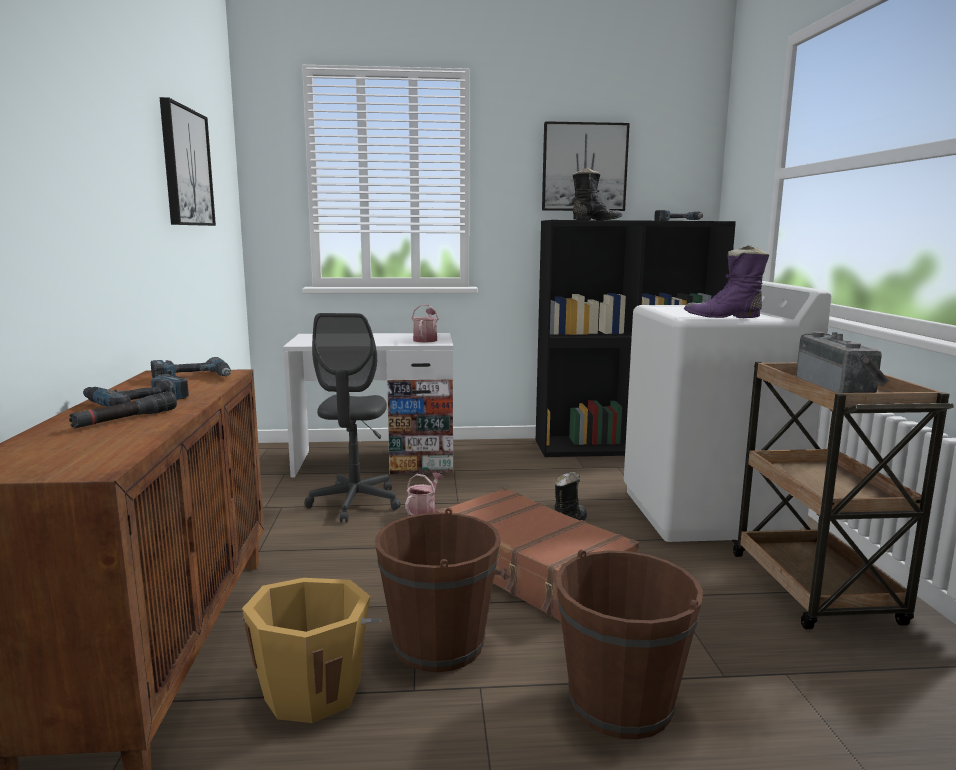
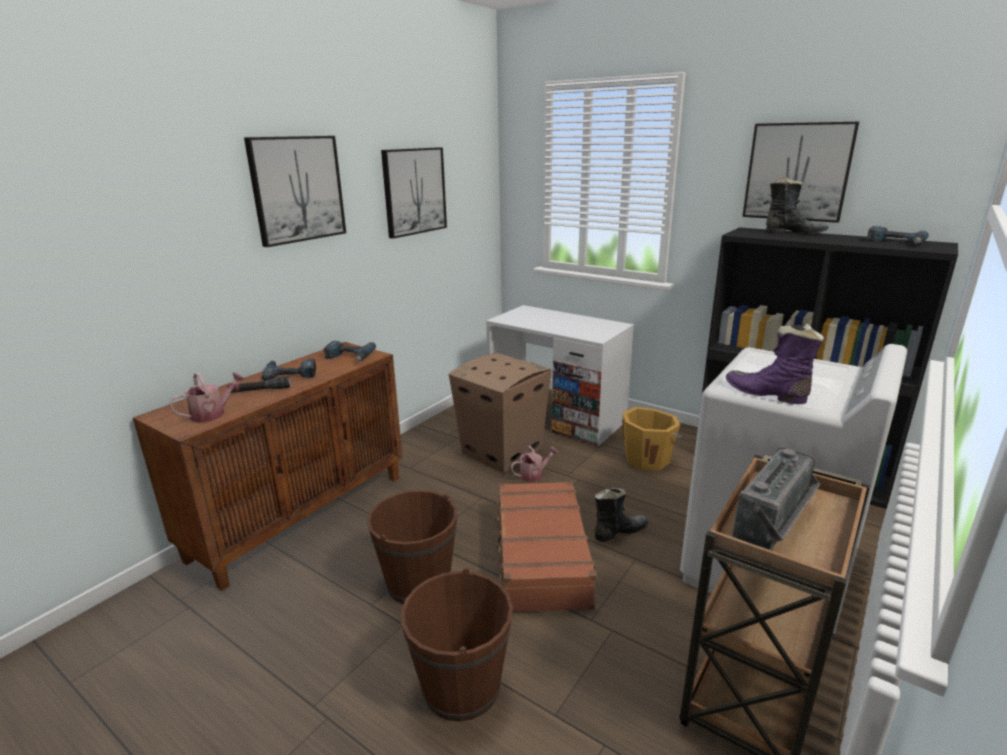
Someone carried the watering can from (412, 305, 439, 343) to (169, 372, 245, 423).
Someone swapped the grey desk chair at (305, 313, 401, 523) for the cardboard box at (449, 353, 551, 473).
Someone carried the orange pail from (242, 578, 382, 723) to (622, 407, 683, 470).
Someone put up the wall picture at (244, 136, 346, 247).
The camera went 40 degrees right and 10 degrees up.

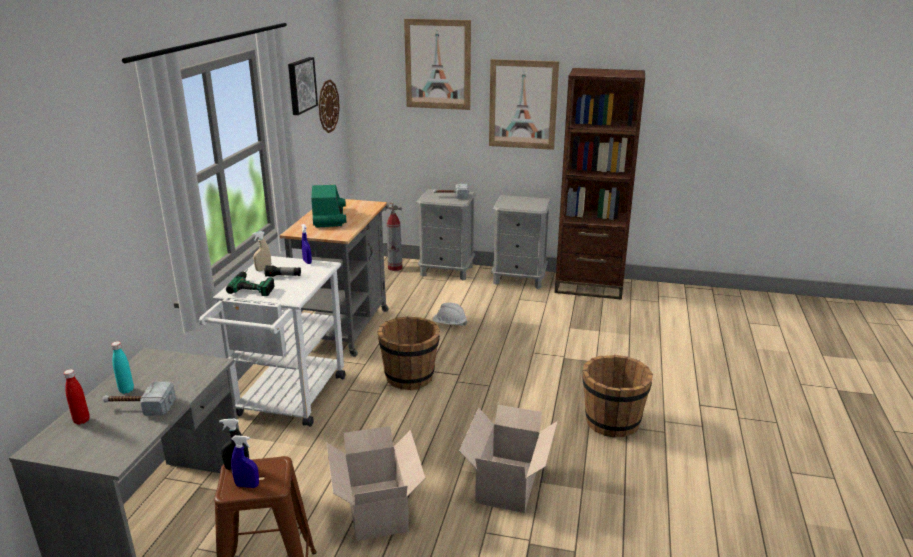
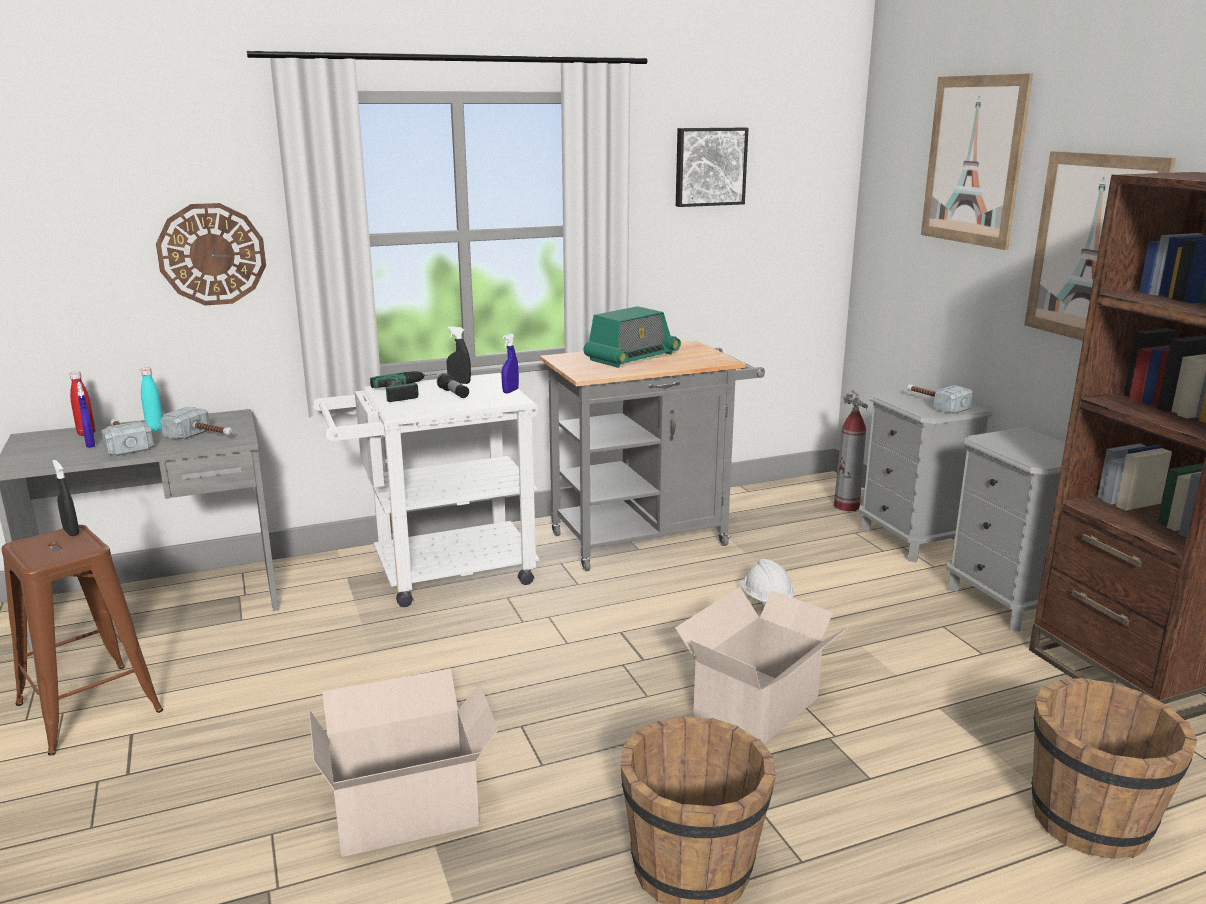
Someone carried the wall clock from (319, 79, 340, 133) to (156, 203, 266, 306).
Someone repainted the beige-coloured hand sprayer at (252, 231, 271, 271), which became the black hand sprayer at (447, 326, 471, 384).
Someone carried the brownish pail from (377, 317, 440, 390) to (1031, 678, 1197, 859).
Someone carried the cardboard box from (326, 426, 426, 541) to (675, 587, 849, 744).
Someone carried the bluish hand sprayer from (231, 435, 259, 488) to (77, 382, 95, 448).
Someone put down the hand hammer at (161, 406, 232, 440).
The camera went 55 degrees right and 5 degrees down.

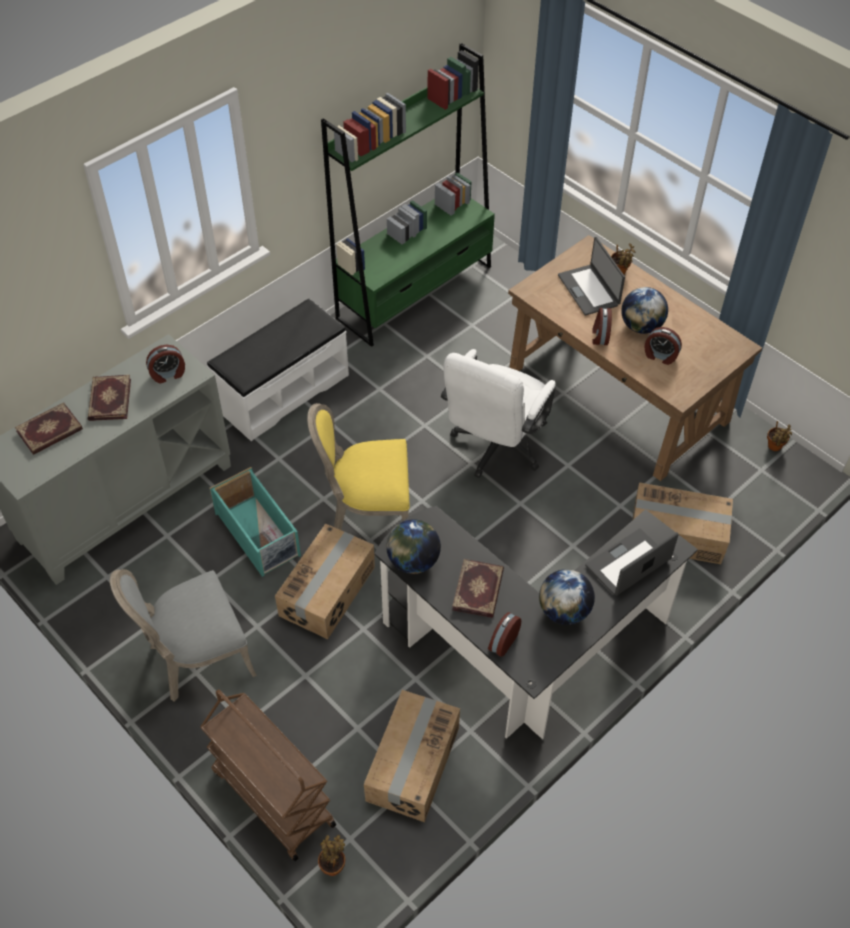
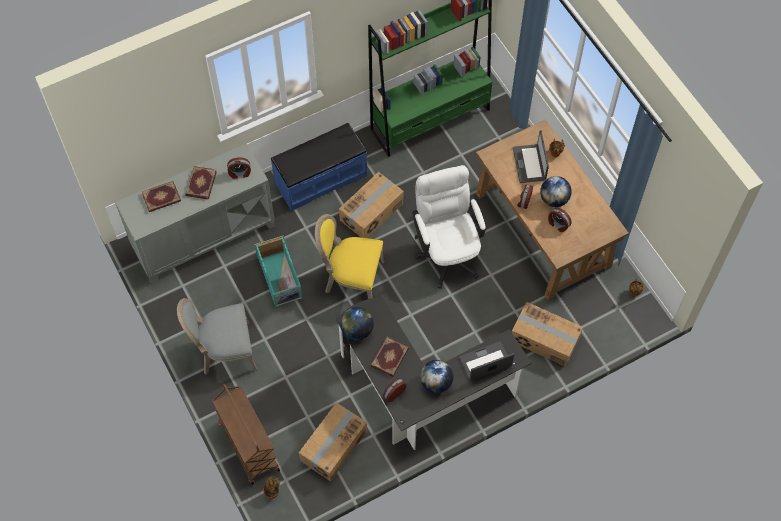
Someone repainted the whitish long seat at (207, 299, 349, 441), which became the bluish long seat at (271, 123, 367, 211).
Someone rotated the whitish desk chair at (441, 349, 556, 478) by 120 degrees clockwise.
Someone carried the cardboard box from (275, 524, 375, 639) to (339, 172, 404, 238).
The camera went 15 degrees right and 10 degrees up.

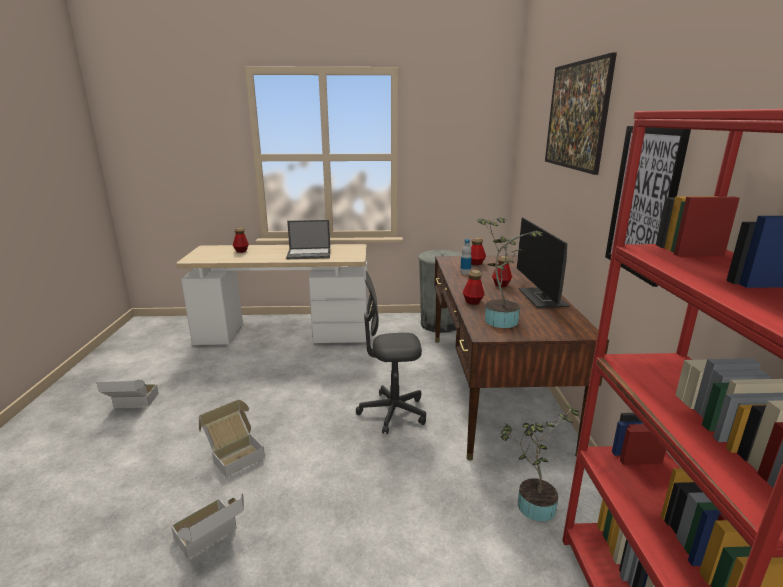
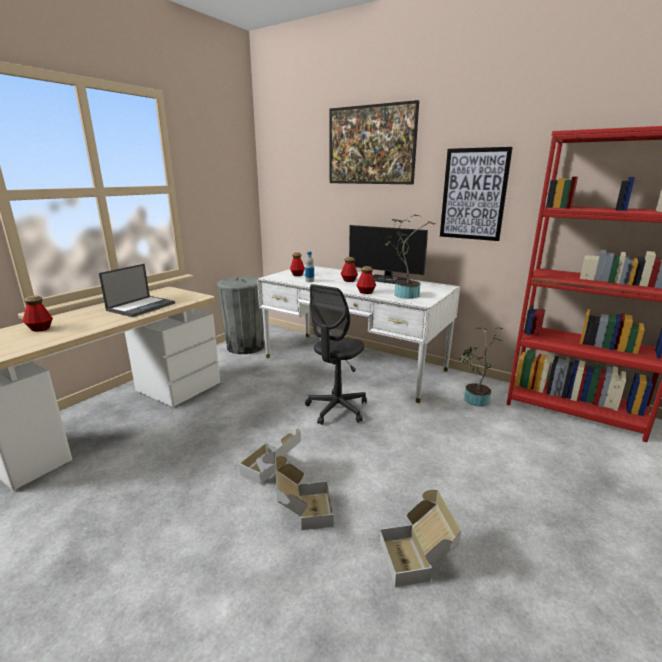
Someone repainted the brownish desk at (434, 255, 609, 460), which became the whitish desk at (257, 265, 460, 403).
Someone carried the cardboard box from (96, 380, 159, 407) to (239, 429, 301, 485).
The camera went 55 degrees left and 0 degrees up.

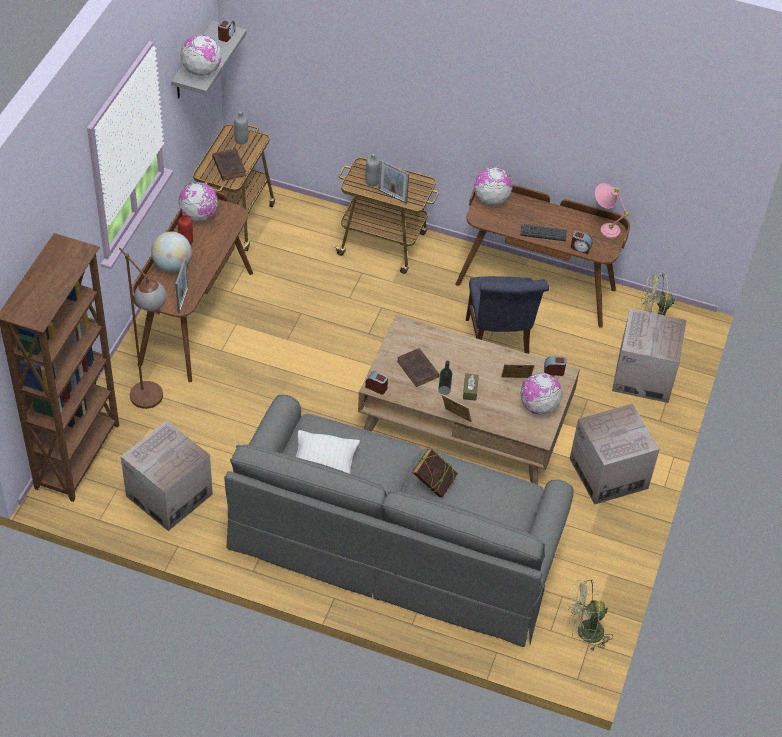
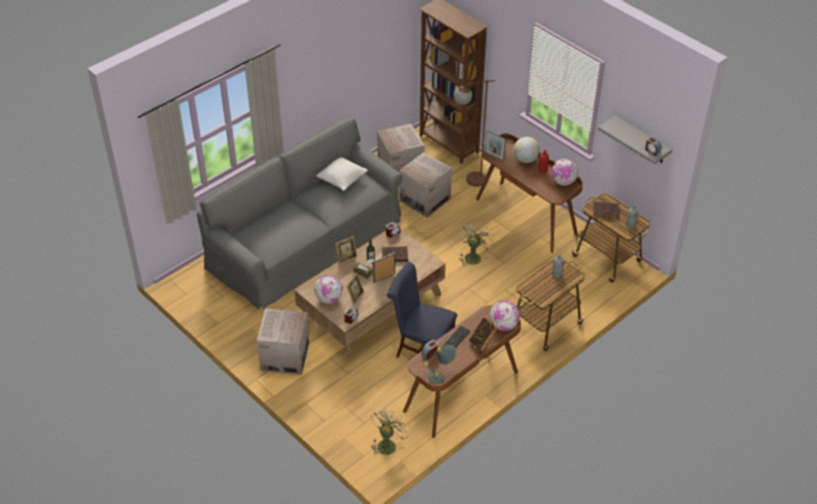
Someone took away the world globe at (181, 35, 221, 76).
Someone carried the photo frame from (378, 160, 409, 204) to (373, 252, 395, 283).
Someone repainted the pinkish table lamp at (595, 183, 629, 238), which became the grey table lamp at (424, 345, 456, 385).
Someone carried the cardboard box from (612, 308, 687, 403) to (399, 152, 452, 218).
Someone carried the volume from (412, 449, 458, 497) to (469, 317, 498, 352).
Someone carried the green-coloured fan from (568, 580, 613, 651) to (458, 222, 494, 266).
The camera went 120 degrees right and 5 degrees down.

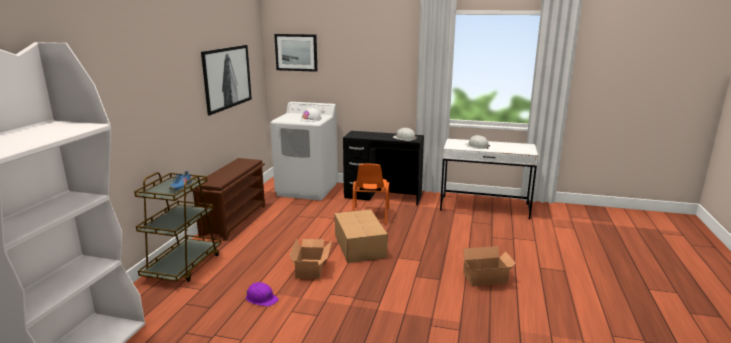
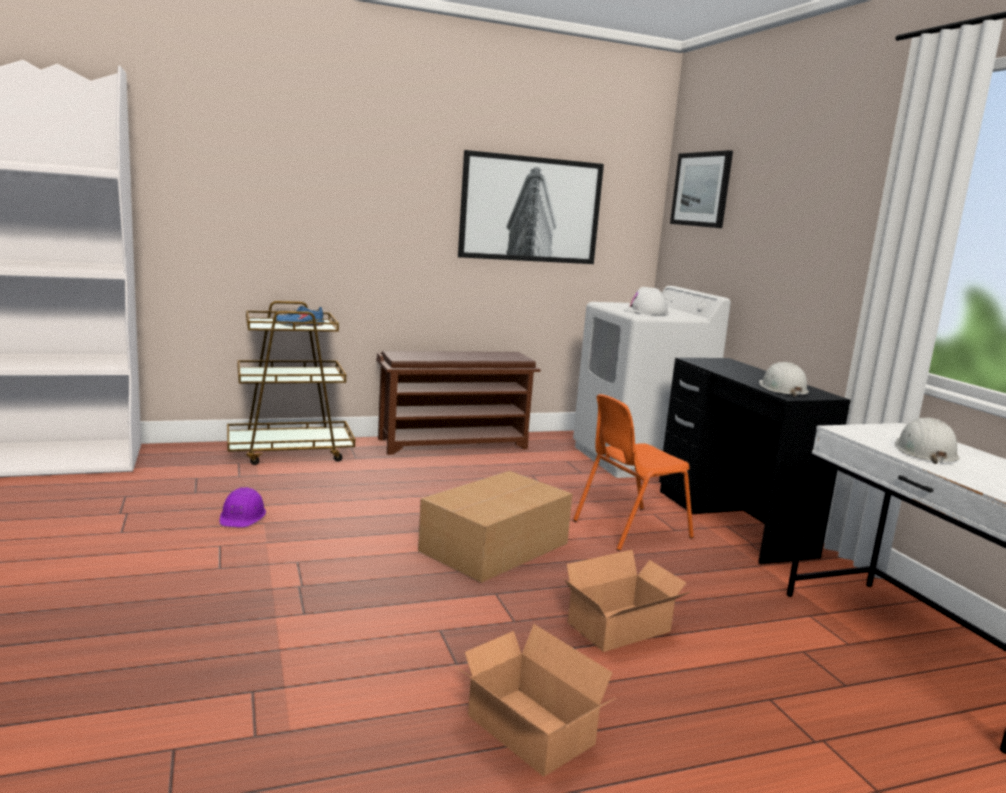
Someone carried the cardboard box from (289, 239, 332, 279) to (564, 550, 692, 652).
The camera went 55 degrees right and 5 degrees down.

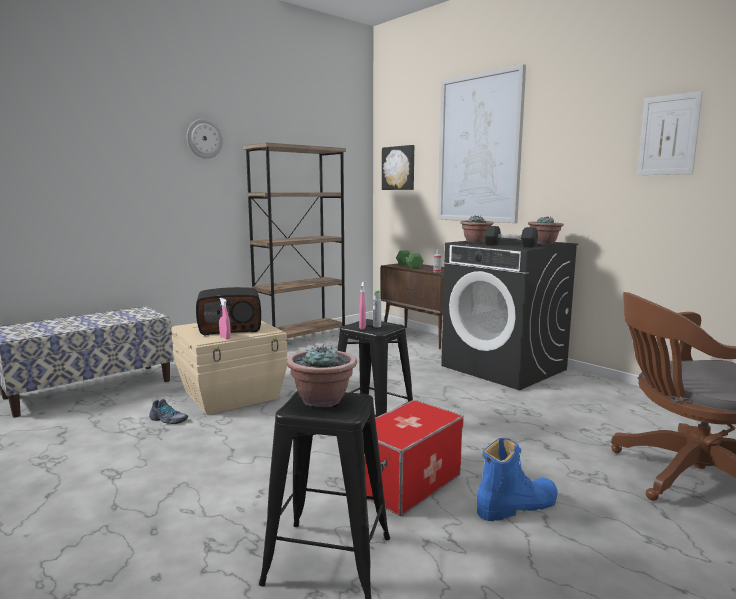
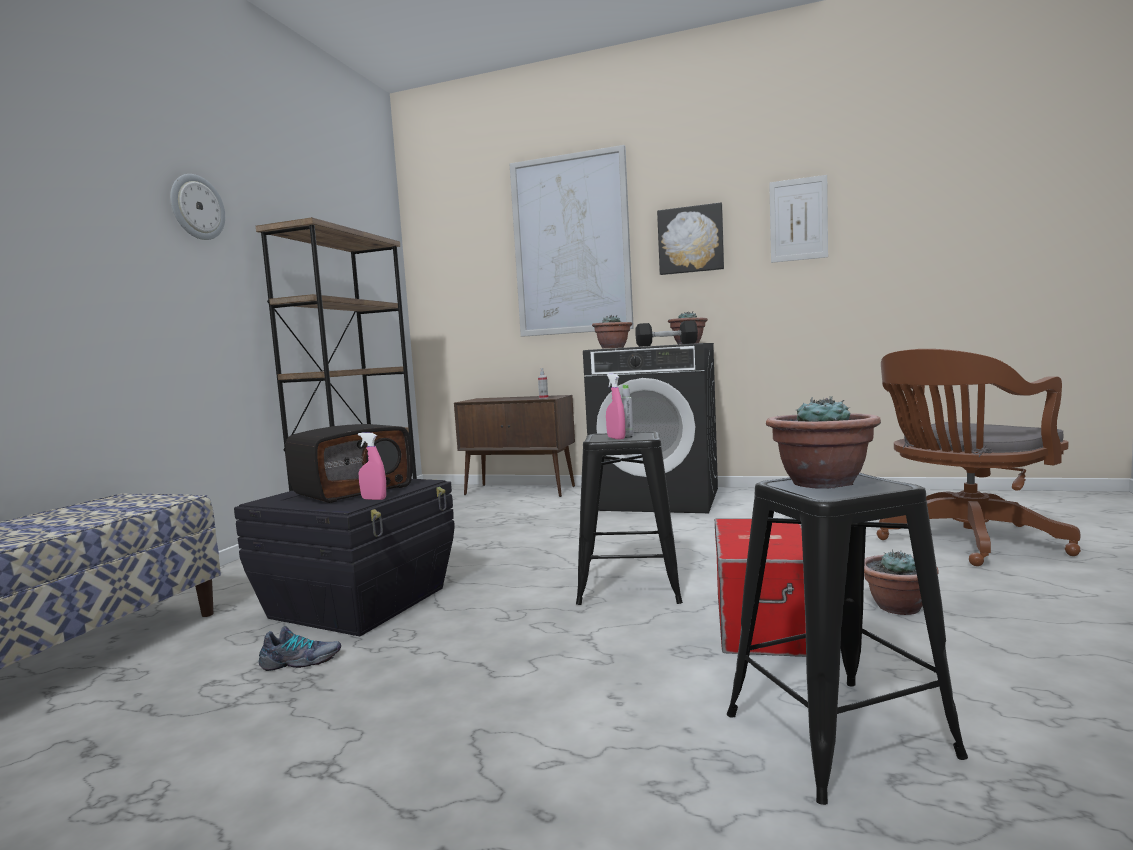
Someone carried the wall picture from (382, 145, 414, 190) to (657, 202, 724, 275).
Someone took away the green-coloured dumbbell at (396, 250, 424, 269).
Someone repainted the beige-coloured storage box at (171, 321, 287, 415), which became the black storage box at (234, 479, 455, 636).
Someone swapped the bluish tall boot at (477, 438, 558, 521) for the plant in a pot at (864, 549, 939, 615).
The camera went 30 degrees left and 5 degrees down.

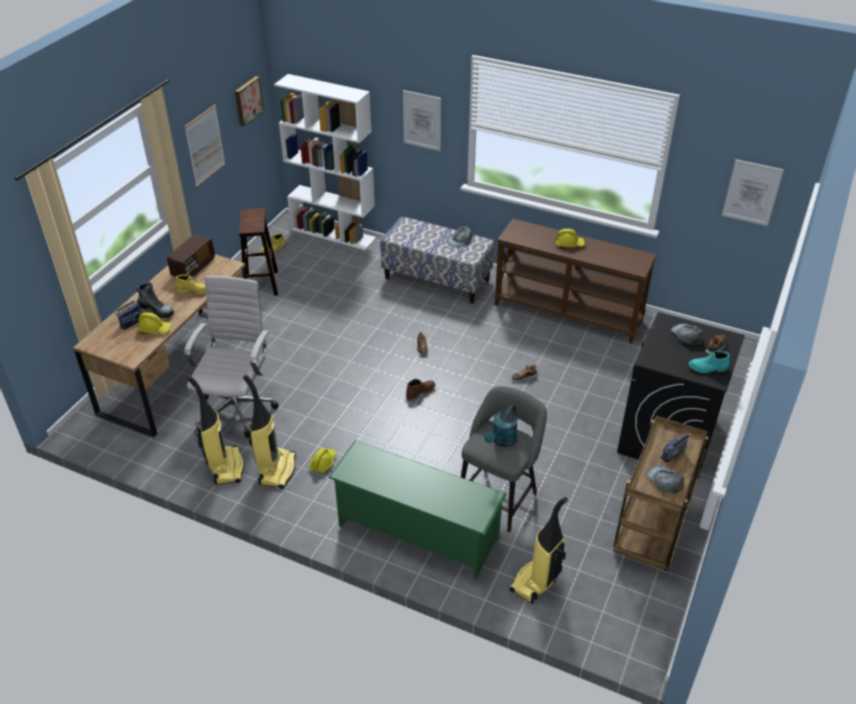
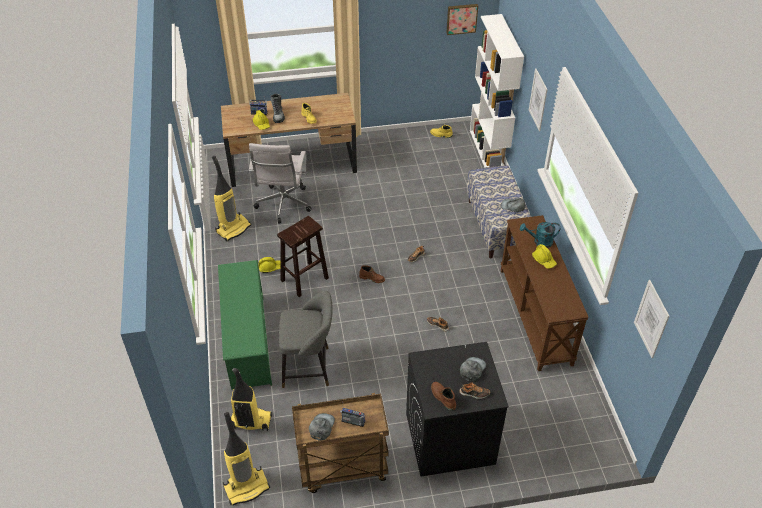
Someone took away the wall picture at (184, 105, 226, 187).
Someone carried the brownish sitting stool from (239, 208, 278, 296) to (277, 216, 329, 297).
Someone took away the radio receiver at (167, 234, 215, 278).
Someone rotated the whitish desk chair at (184, 276, 279, 438) by 120 degrees clockwise.
Someone repainted the turquoise tall boot at (689, 350, 730, 373), which became the brownish tall boot at (431, 382, 456, 411).
Someone carried the vacuum from (243, 374, 296, 489) to (223, 412, 270, 505).
Someone carried the turquoise watering can from (484, 405, 518, 447) to (520, 222, 561, 248).
The camera went 55 degrees right and 5 degrees up.

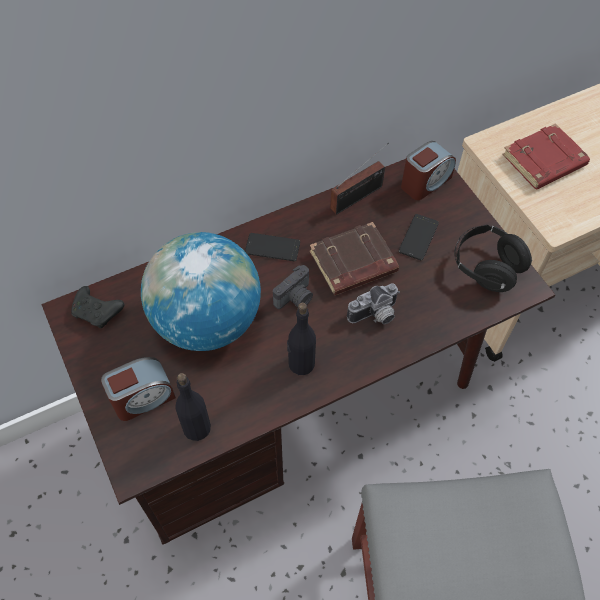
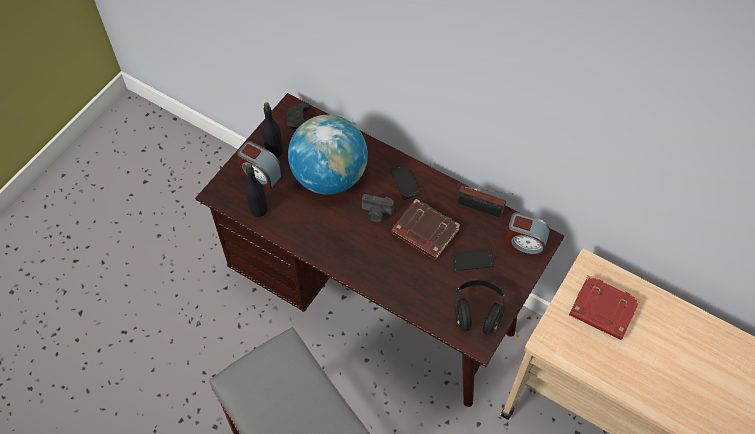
Someone took away the still camera at (347, 283, 400, 324).
Someone carried the black bottle from (287, 303, 316, 375) to (262, 103, 283, 158).
The camera went 60 degrees right and 0 degrees up.

